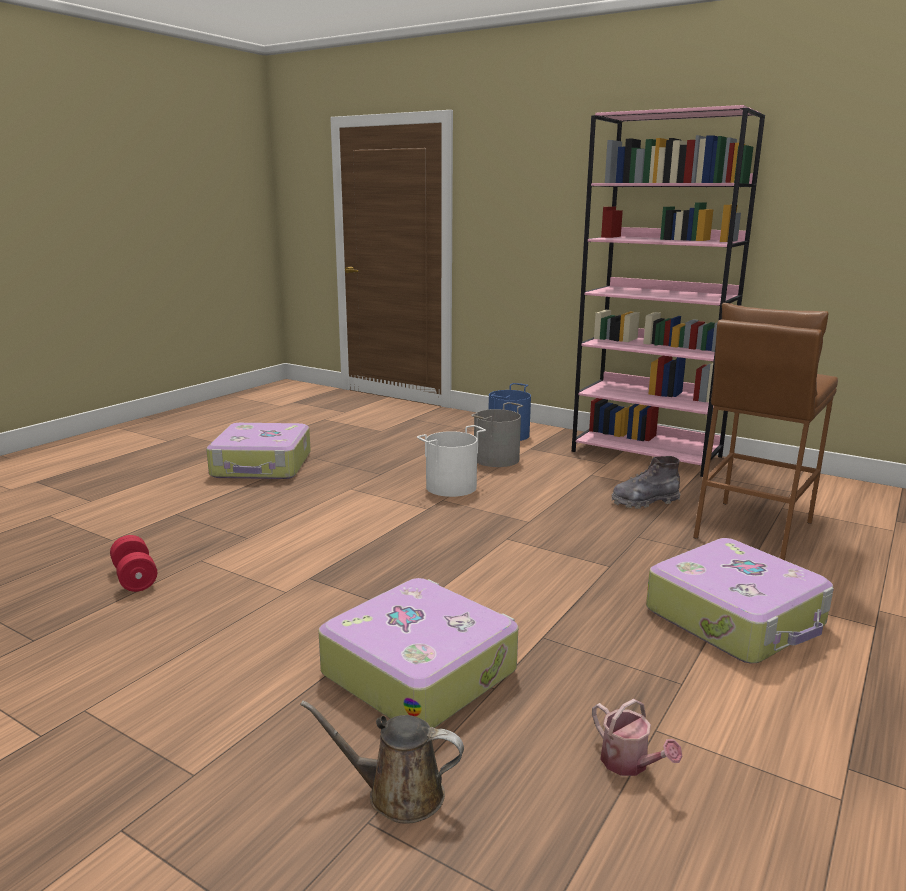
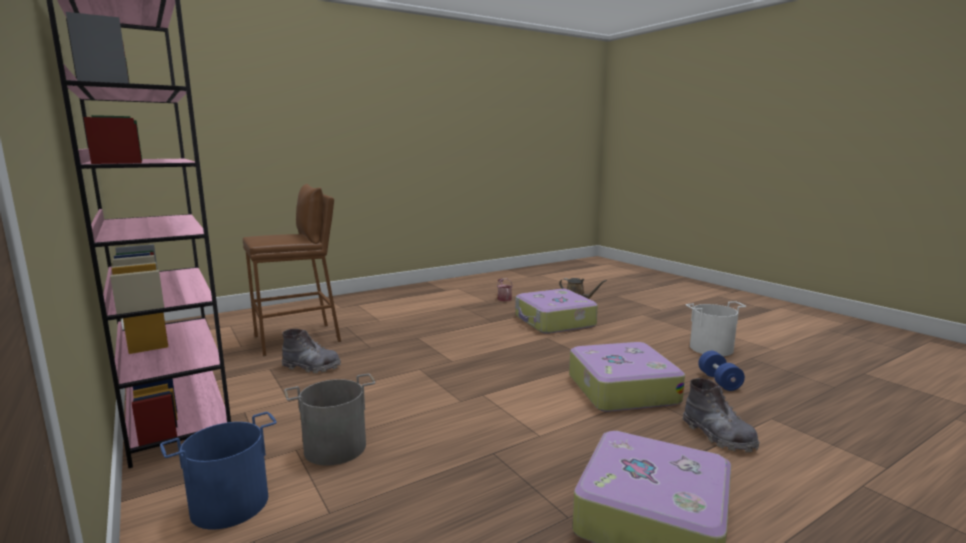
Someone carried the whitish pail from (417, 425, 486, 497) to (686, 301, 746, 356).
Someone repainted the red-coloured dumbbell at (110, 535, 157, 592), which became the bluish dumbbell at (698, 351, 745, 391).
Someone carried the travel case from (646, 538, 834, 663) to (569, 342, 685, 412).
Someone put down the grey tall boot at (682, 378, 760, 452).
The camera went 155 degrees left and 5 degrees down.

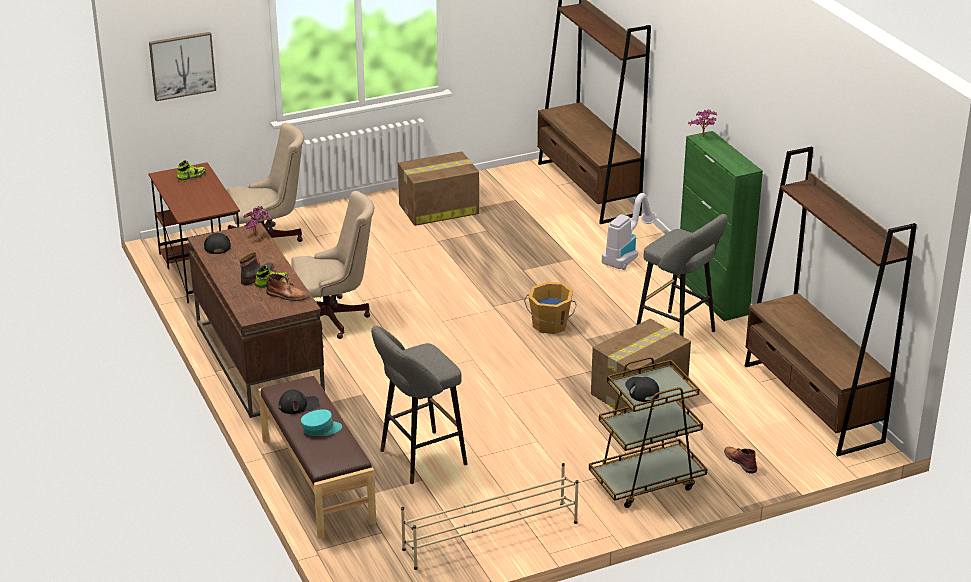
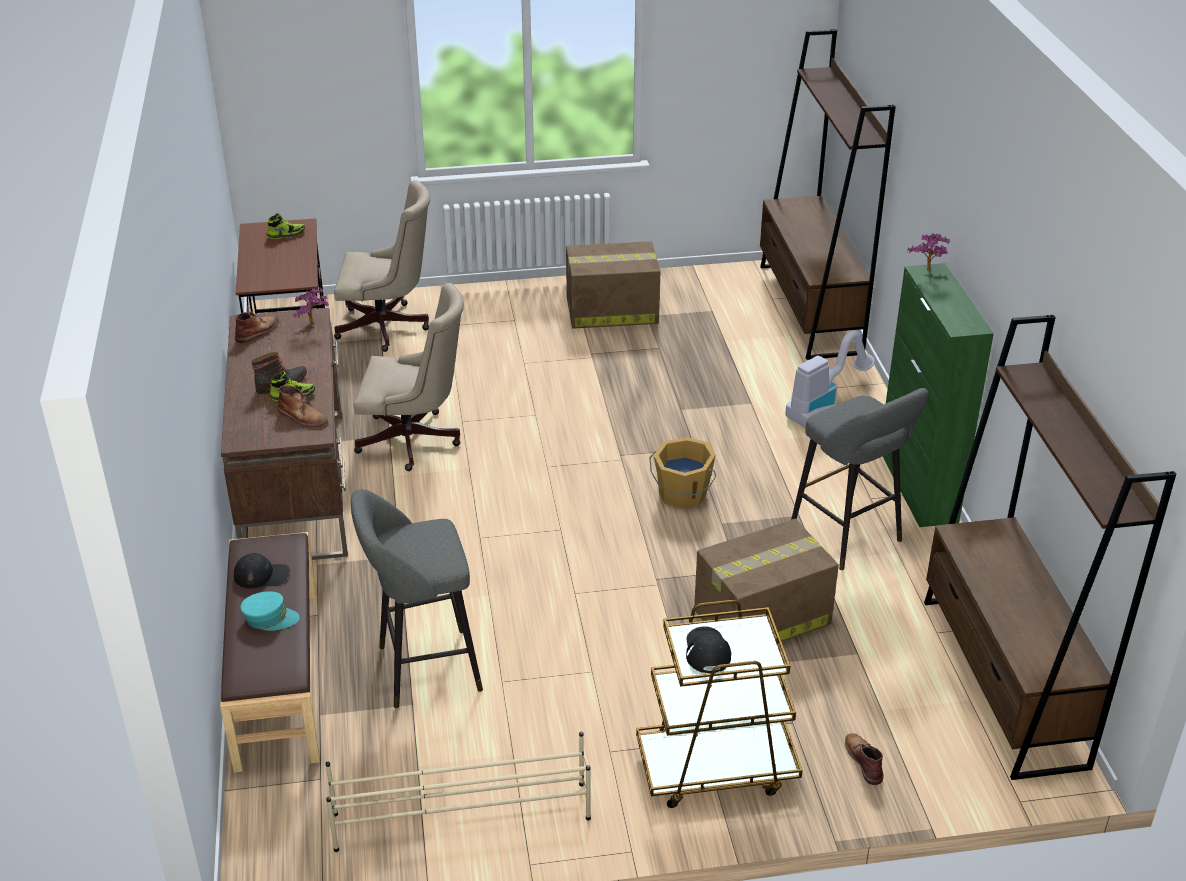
Someone took away the wall picture at (149, 32, 216, 101).
Someone swapped the black baseball cap at (204, 233, 231, 254) for the brownish tall boot at (235, 311, 279, 343).
The camera went 15 degrees right and 5 degrees up.

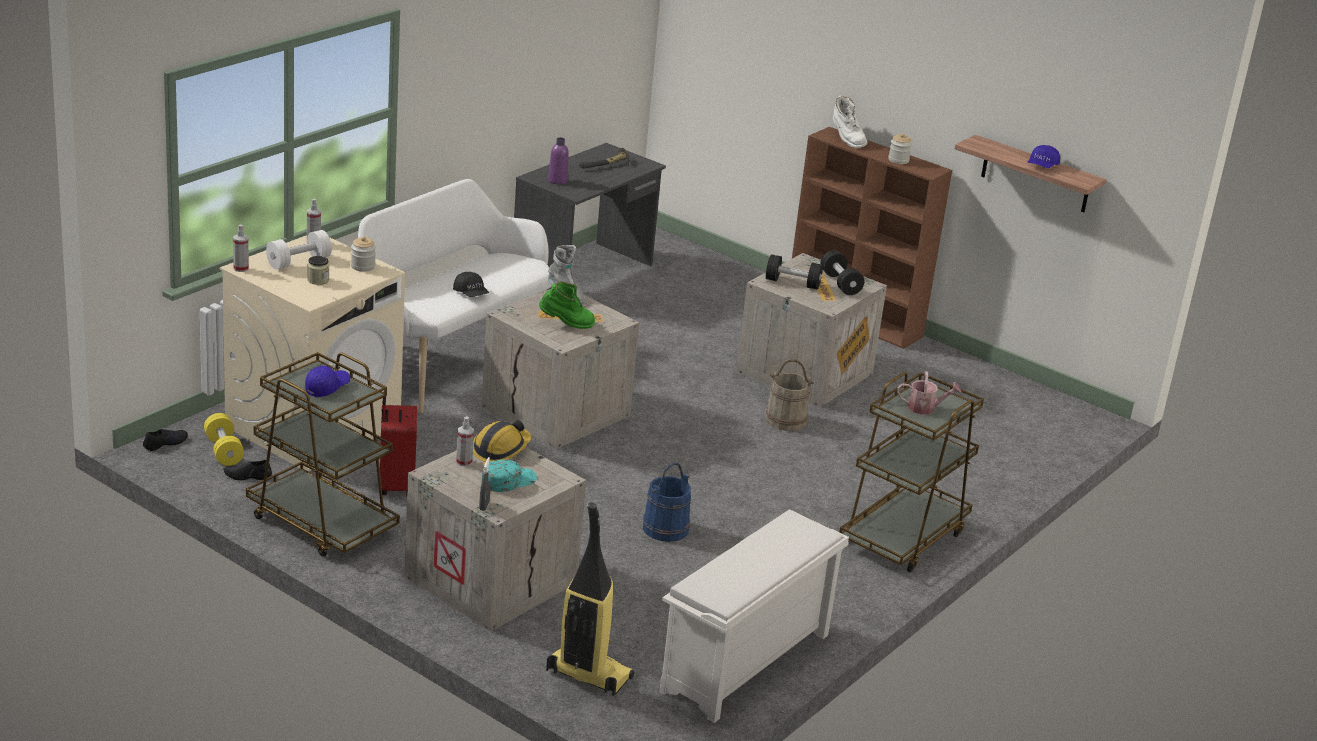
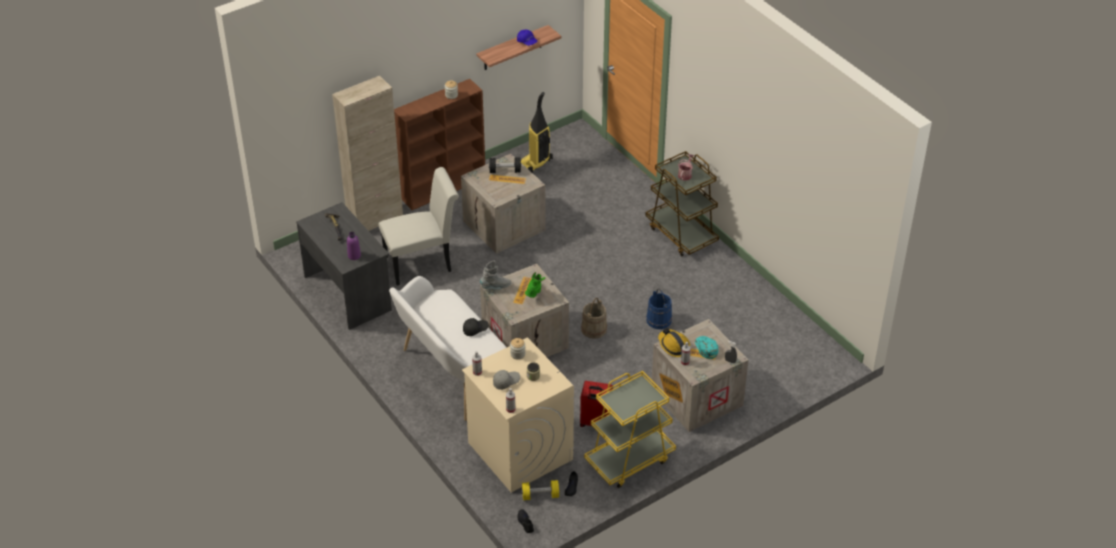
Someone took away the whitish tall boot at (833, 95, 868, 148).
Someone swapped the whitish dumbbell at (266, 230, 332, 270) for the grey baseball cap at (493, 370, 520, 390).
Someone took away the black dumbbell at (766, 254, 823, 290).
Someone repainted the brownish trolley at (246, 352, 400, 557), which became the yellow-coloured trolley at (584, 371, 676, 488).
Someone carried the beige-coloured pail from (765, 359, 814, 431) to (581, 298, 607, 339).
Someone took away the bluish baseball cap at (305, 366, 350, 397).
Someone carried the vacuum from (546, 502, 634, 696) to (521, 92, 553, 173).
Someone took away the whitish shoe shelf at (659, 510, 849, 723).
Someone put down the beige-coloured cupboard at (332, 76, 403, 231).
Someone put down the whitish upright chair at (378, 167, 459, 285).
The camera went 70 degrees left and 15 degrees up.

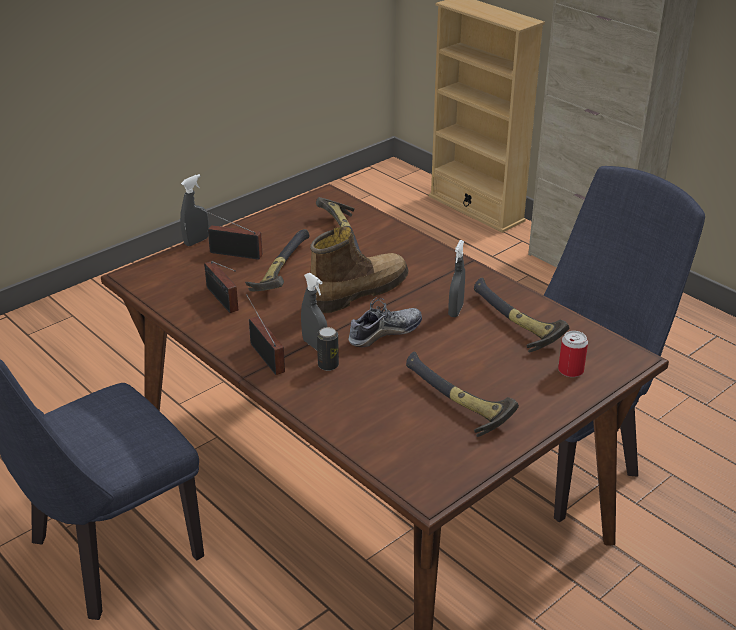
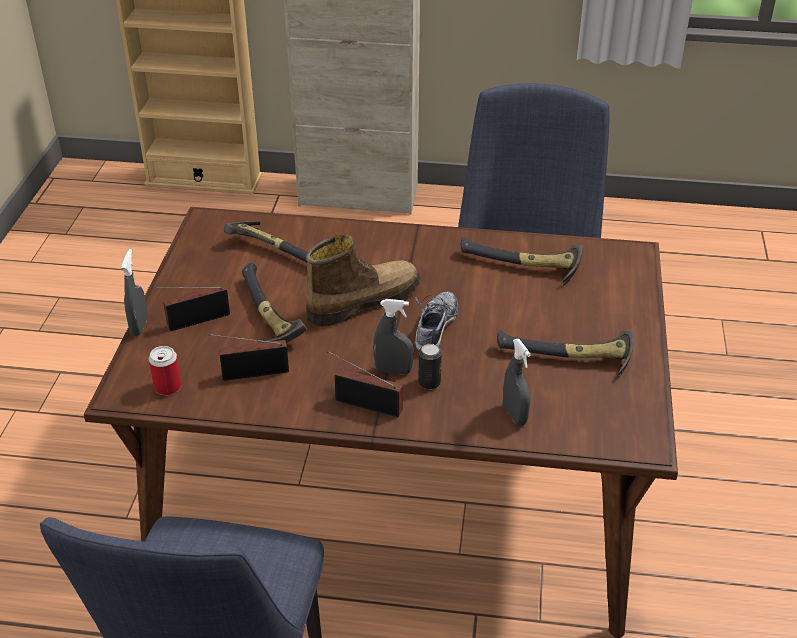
Someone rotated the tall boot at (310, 227, 408, 313) by 45 degrees clockwise.
Someone carried the grey hand sprayer from (448, 240, 465, 317) to (503, 339, 531, 425).
Someone rotated the radio receiver at (204, 261, 238, 313) by 150 degrees clockwise.
Someone carried the can from (558, 331, 588, 377) to (149, 346, 182, 395).
The camera went 40 degrees left and 5 degrees up.

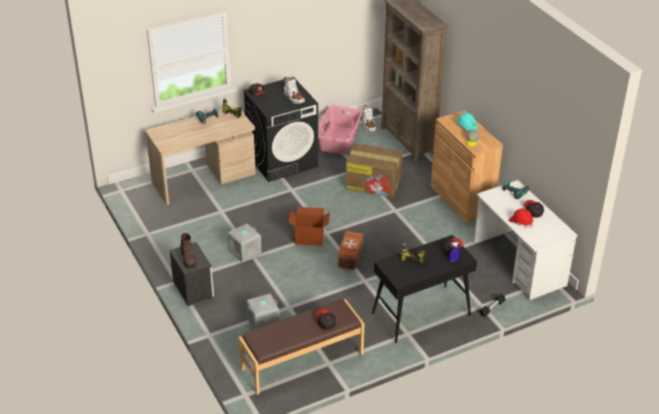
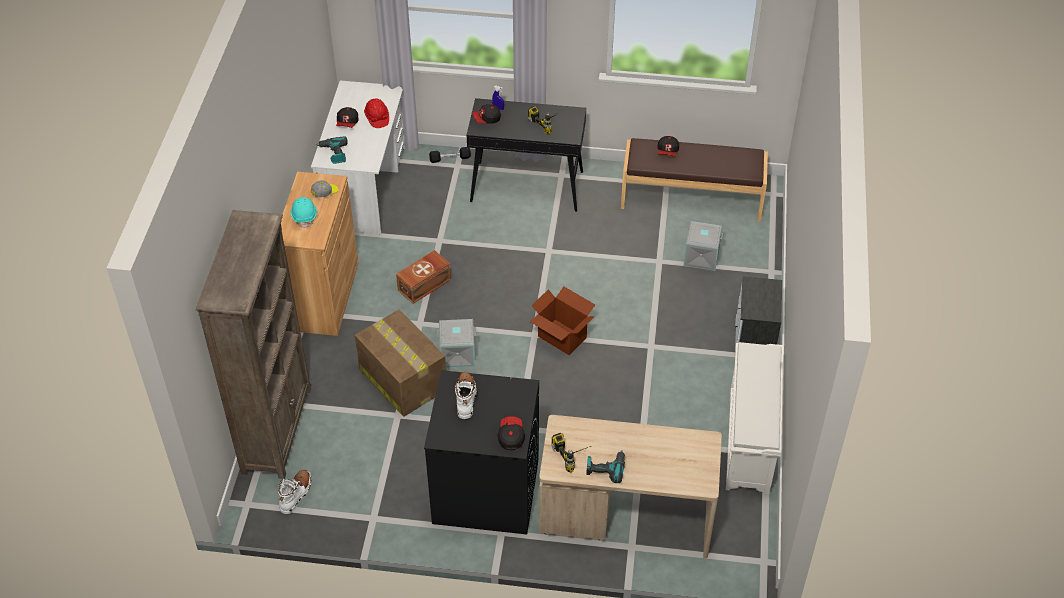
Someone took away the pinkish laundry basket at (318, 105, 362, 155).
Someone carried the grey storage box from (228, 224, 262, 263) to (437, 319, 476, 368).
Someone carried the brownish storage box from (338, 231, 363, 270) to (396, 250, 451, 304).
Someone took away the brownish tall boot at (180, 233, 196, 268).
Someone put down the whitish shoe shelf at (726, 342, 783, 495).
The camera went 145 degrees left and 10 degrees up.

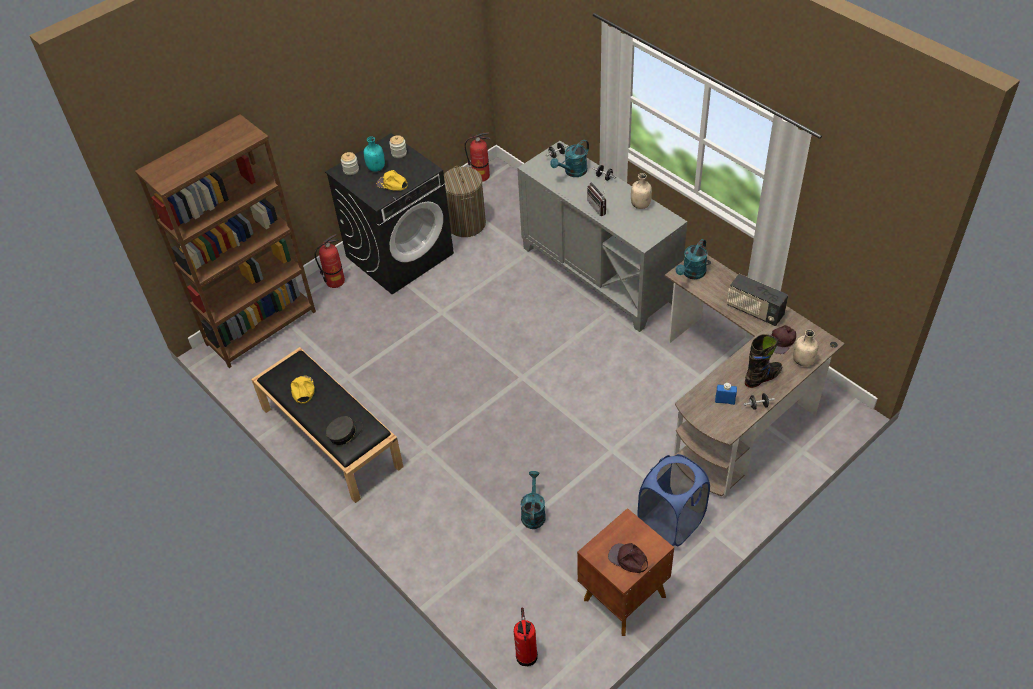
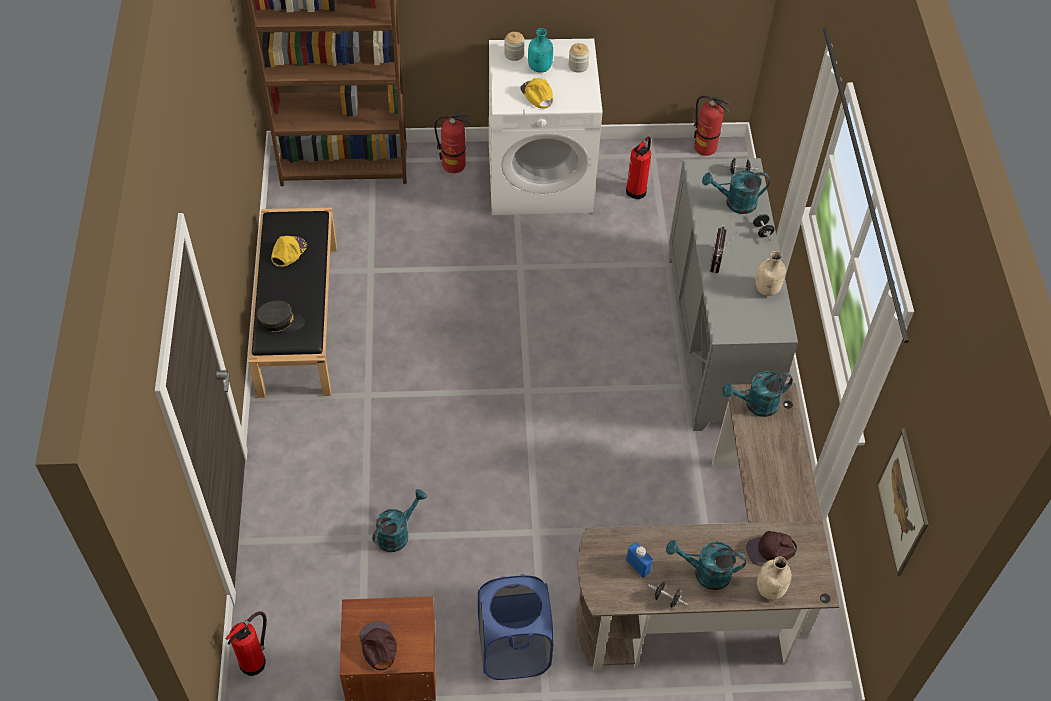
Someone repainted the black laundry machine at (325, 133, 454, 294), which became the whitish laundry machine at (489, 39, 603, 215).
Someone swapped the laundry basket at (444, 166, 486, 237) for the fire-fighting cylinder at (626, 136, 651, 199).
Someone took away the radio receiver at (727, 274, 788, 326).
Someone swapped the black tall boot at (745, 334, 782, 388) for the turquoise watering can at (666, 540, 746, 590).
Someone put up the wall picture at (876, 428, 929, 576).
The camera went 35 degrees right and 5 degrees up.

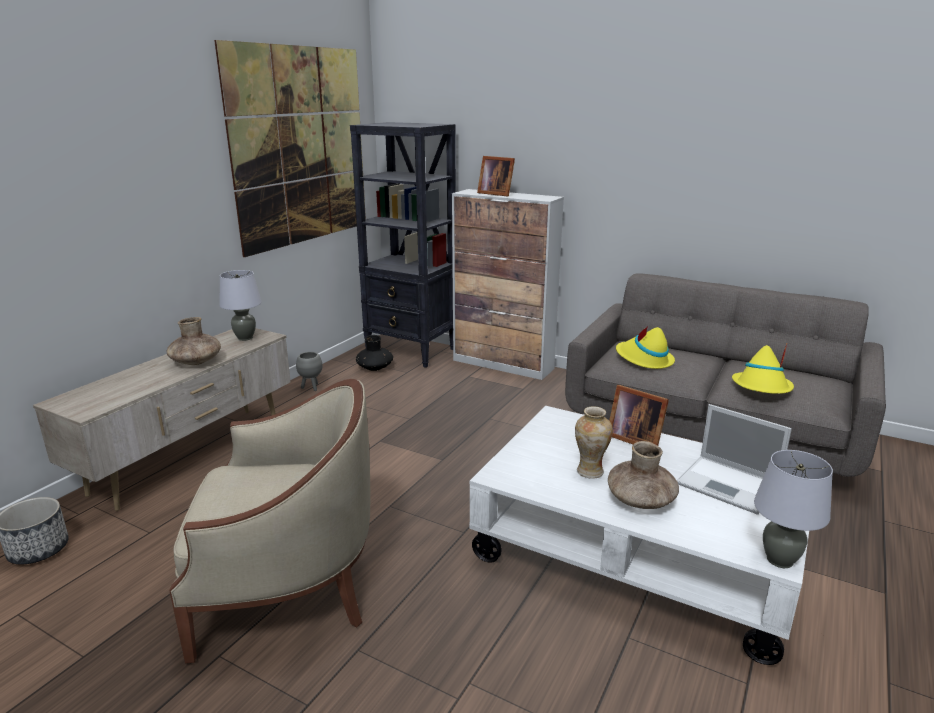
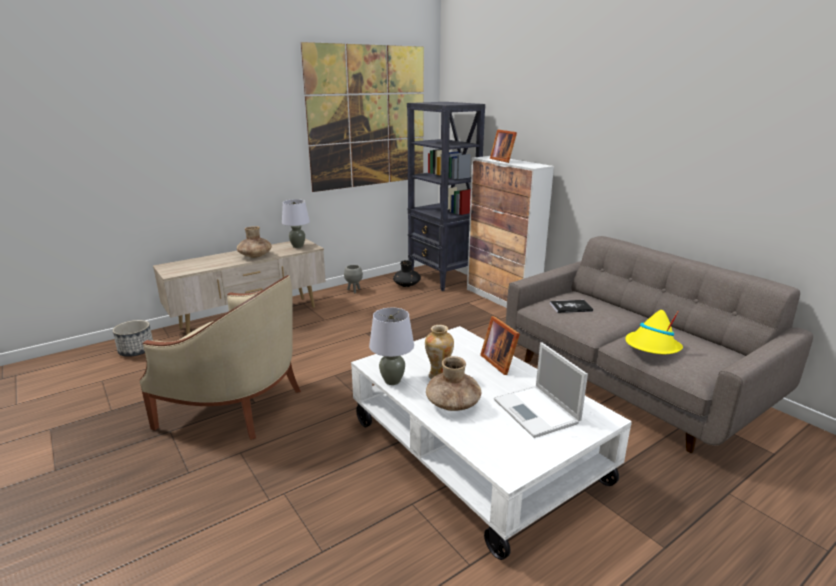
Someone swapped the yellow-coloured wearable hat at (616, 327, 675, 369) for the volume at (550, 300, 593, 313).
Someone carried the grey table lamp from (754, 450, 833, 568) to (369, 308, 414, 385).
The camera went 25 degrees right and 0 degrees up.

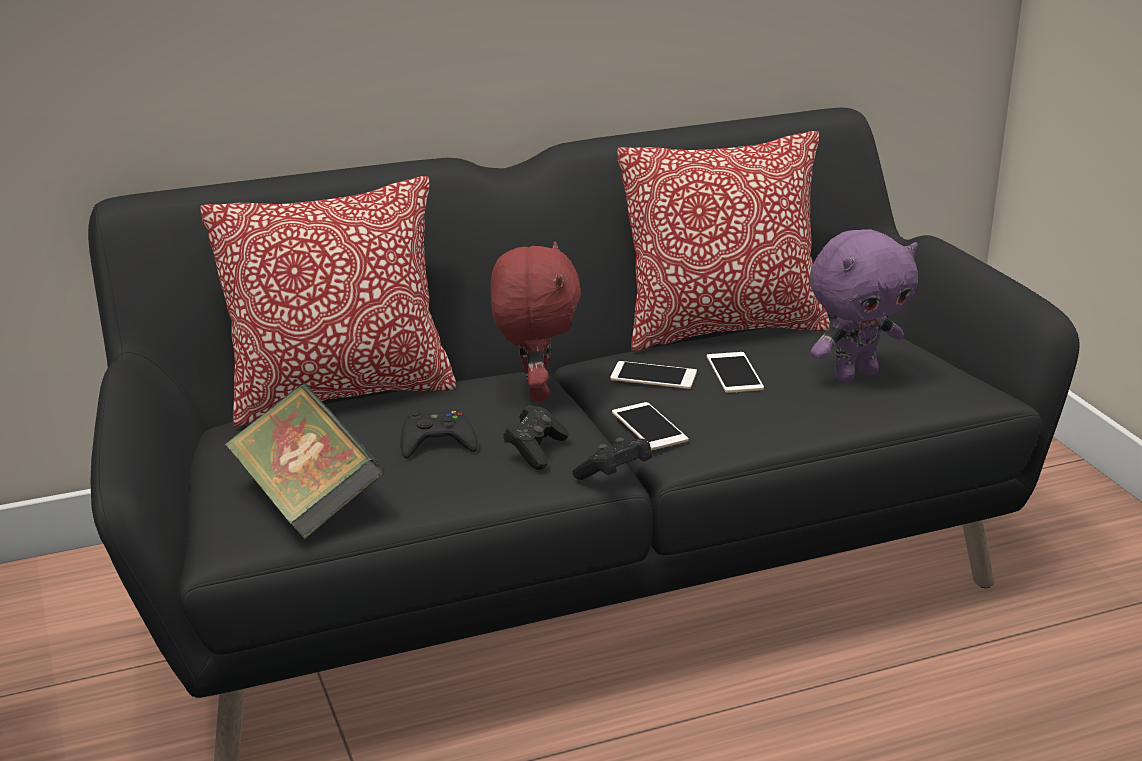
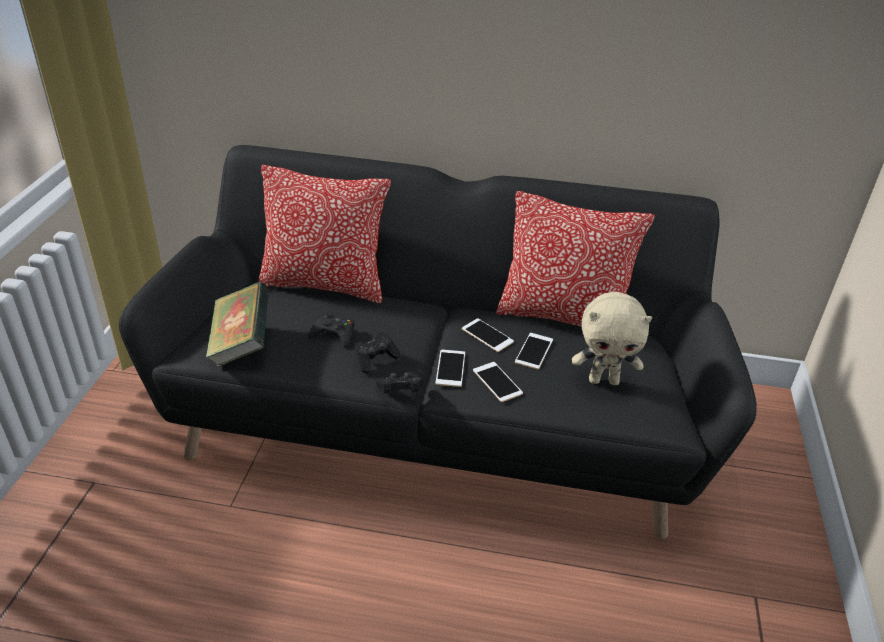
Someone repainted the purple cuddly toy at (810, 229, 918, 382), which became the beige-coloured cuddly toy at (572, 292, 652, 385).
Someone took away the red-coloured cuddly toy at (490, 242, 581, 402).
Someone put down the handset at (473, 362, 523, 402).
The camera went 30 degrees right and 10 degrees up.

